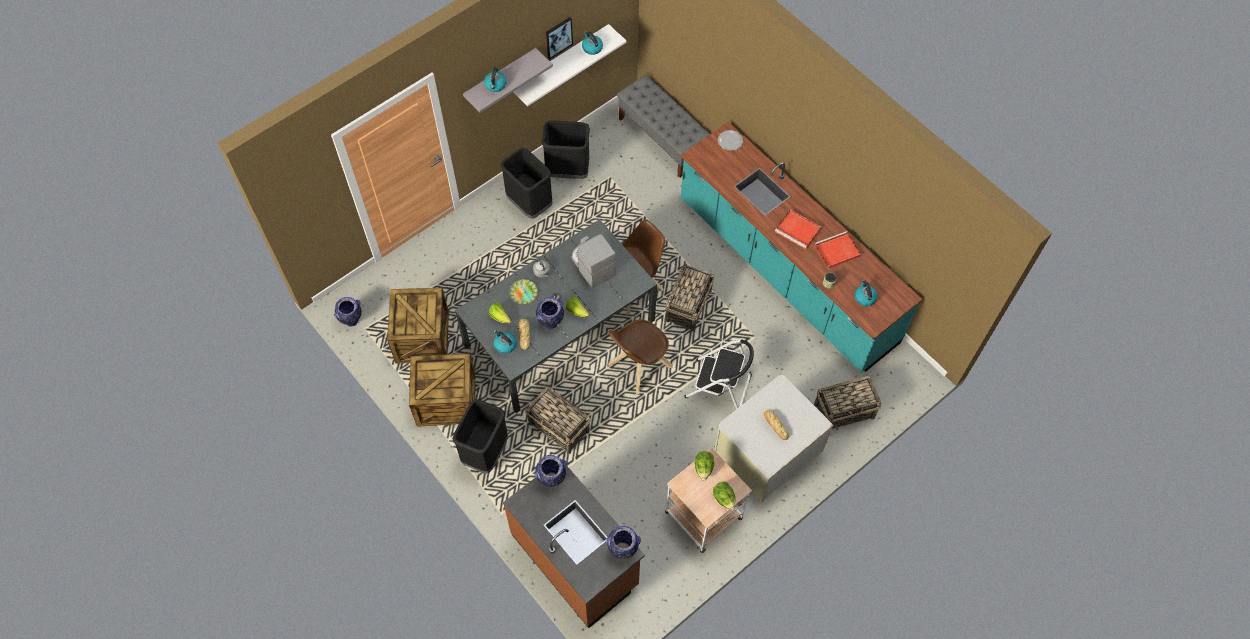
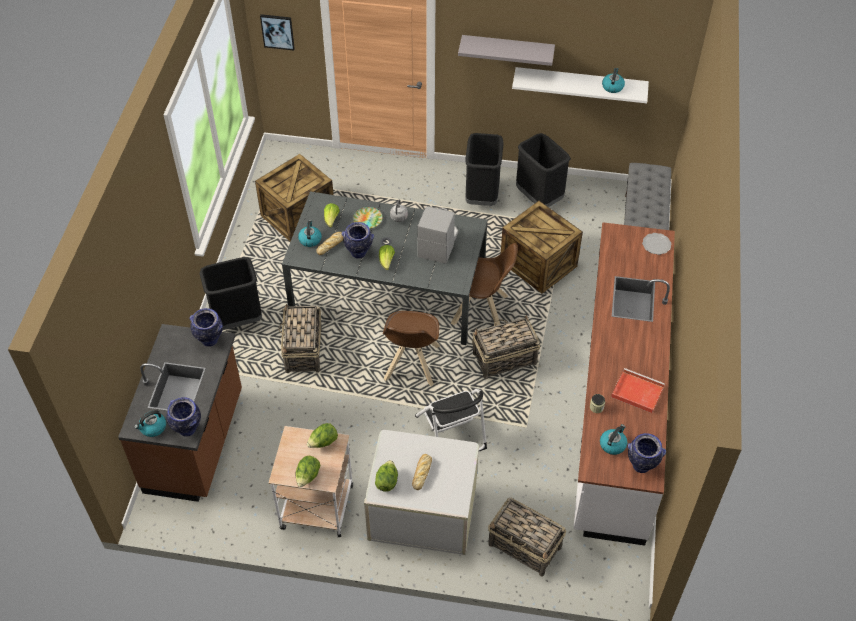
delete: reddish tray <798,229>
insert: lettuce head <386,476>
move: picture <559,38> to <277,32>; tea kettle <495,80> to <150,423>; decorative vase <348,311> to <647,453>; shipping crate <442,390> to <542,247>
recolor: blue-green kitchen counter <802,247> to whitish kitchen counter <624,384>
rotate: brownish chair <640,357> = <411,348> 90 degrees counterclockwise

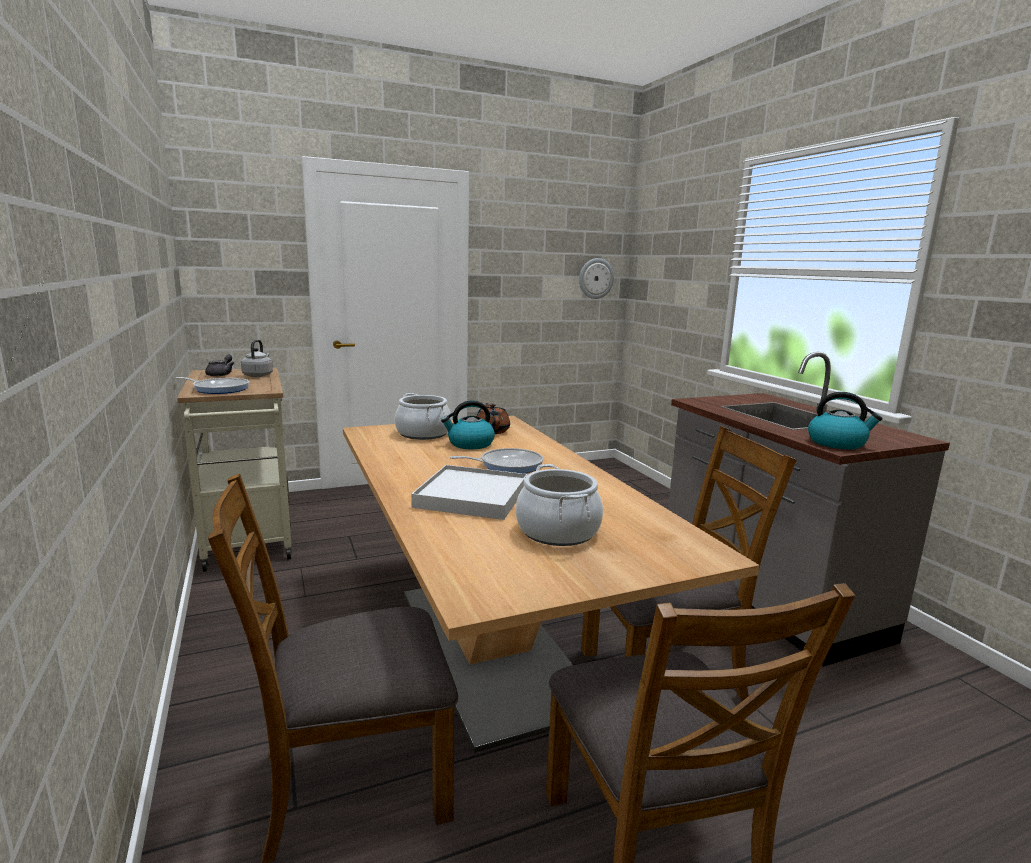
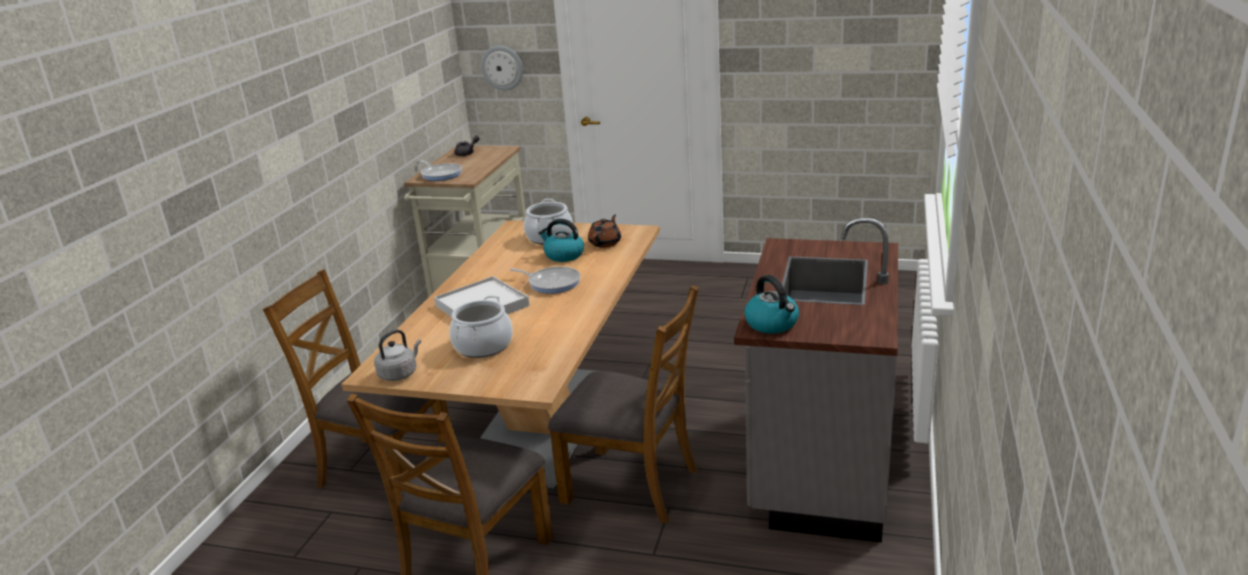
move: hanging clock <596,278> to <502,68>; gray tea kettle <257,358> to <397,355>

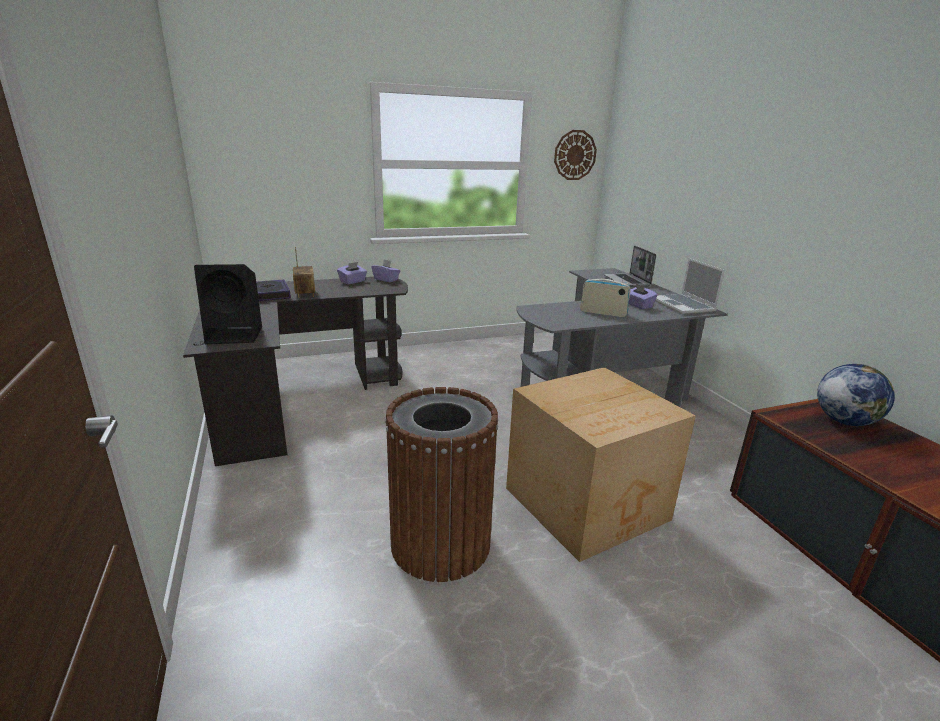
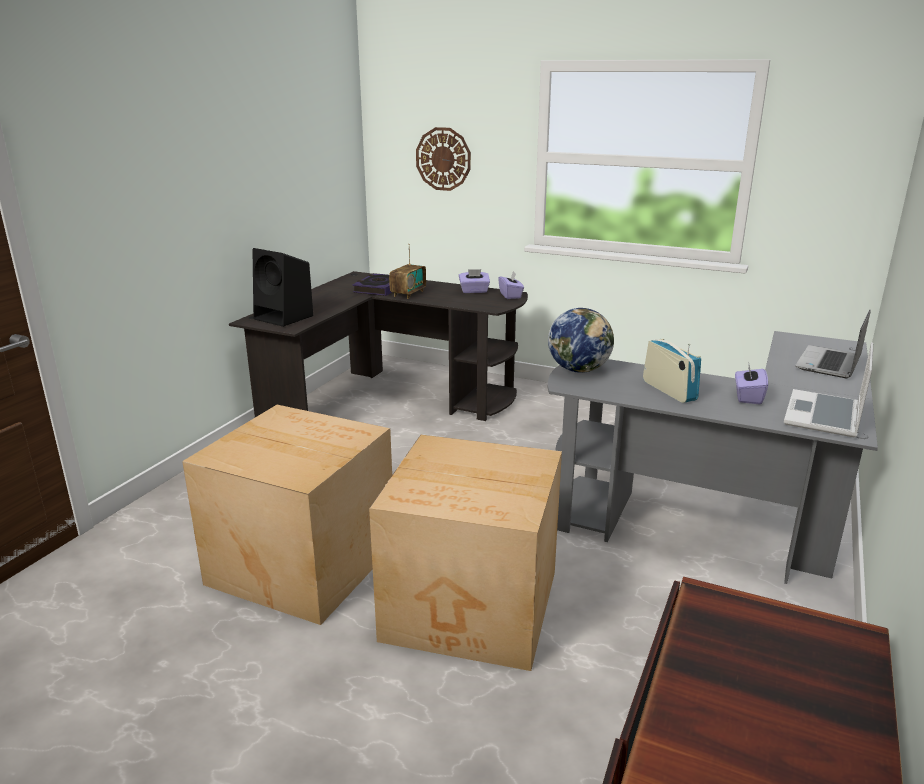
move: hanging clock <575,155> to <443,159>; globe <856,395> to <581,340>
replace: brownish trash can <441,484> to carton <287,515>

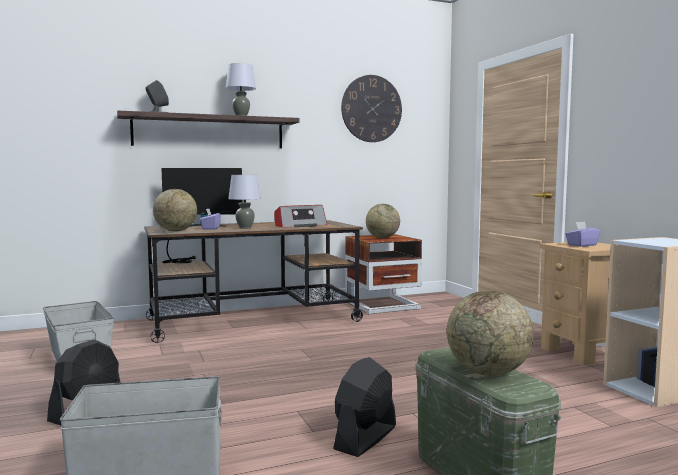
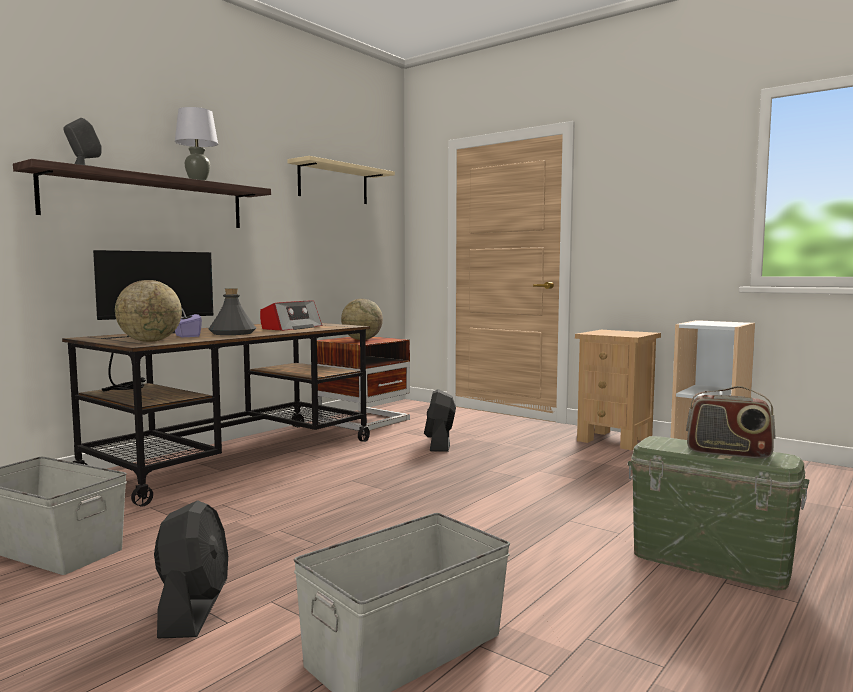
delete: purple tissue holder <582,234>
move: blackish electric fan <364,407> to <440,420>
replace: hanging clock <371,108> to beige-coloured wall shelf <341,180>; gray tabletop lamp <244,202> to gray bottle <232,311>; globe <490,333> to radio set <730,422>

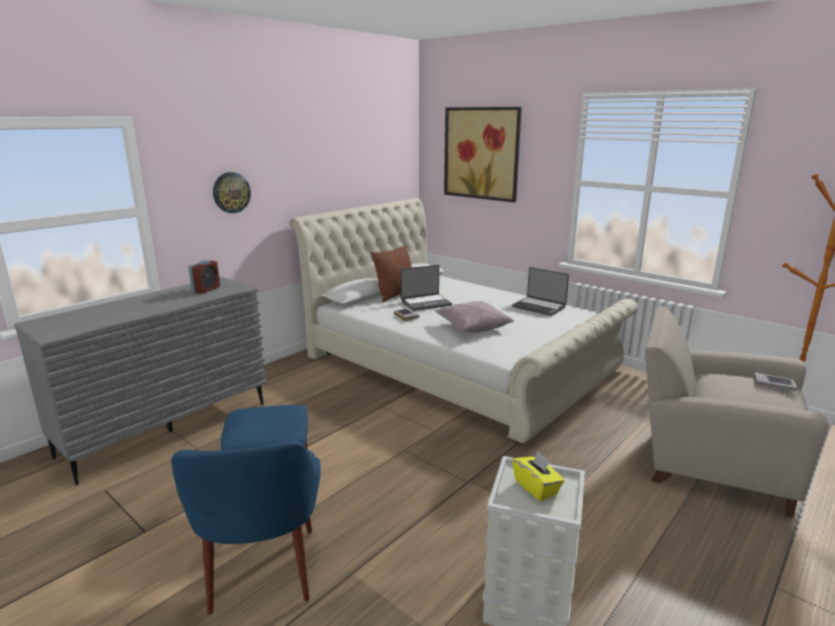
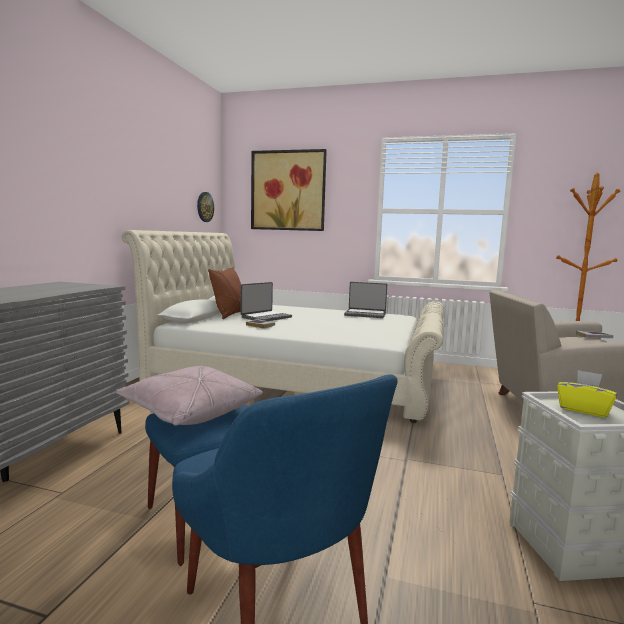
delete: bedside clock <204,277>
move: hanging clock <232,192> to <205,207>; purple pillow <474,317> to <189,395>

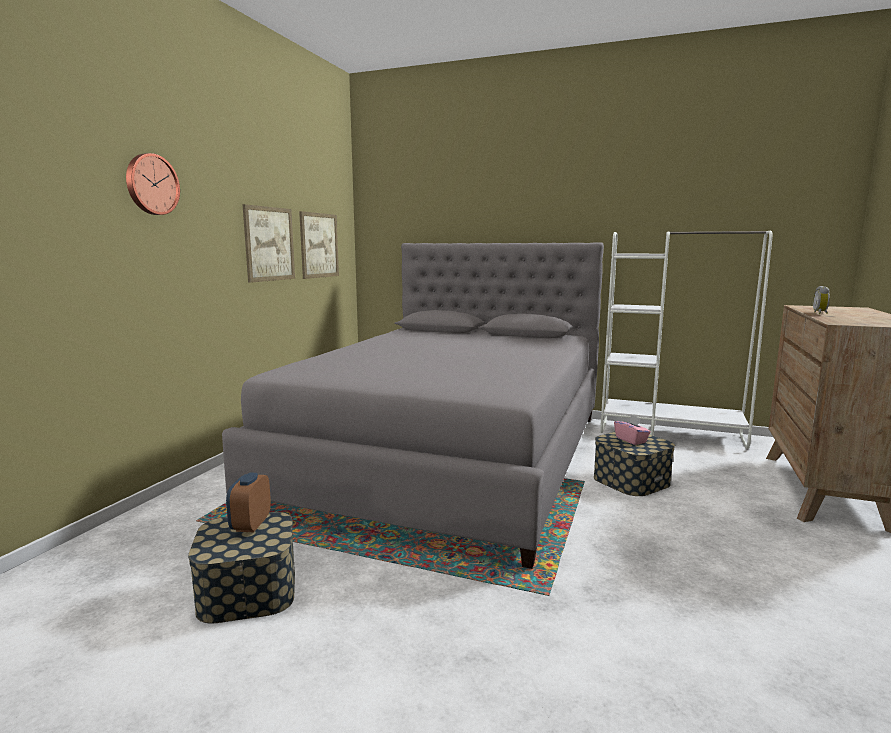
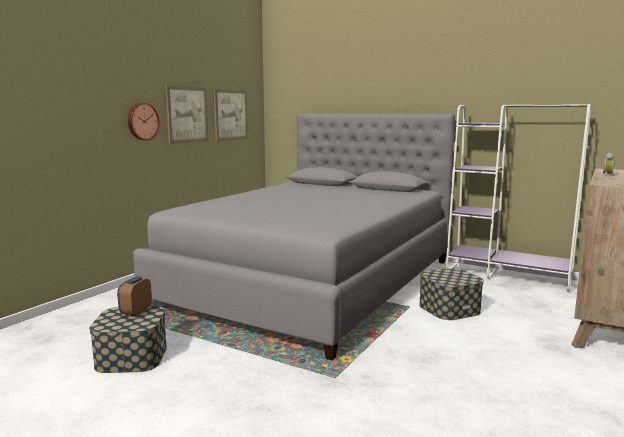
delete: pink tissue holder <632,430>
move: hanging clock <153,184> to <144,121>
recolor: whitish clothes rack <686,340> to purple clothes rack <518,198>

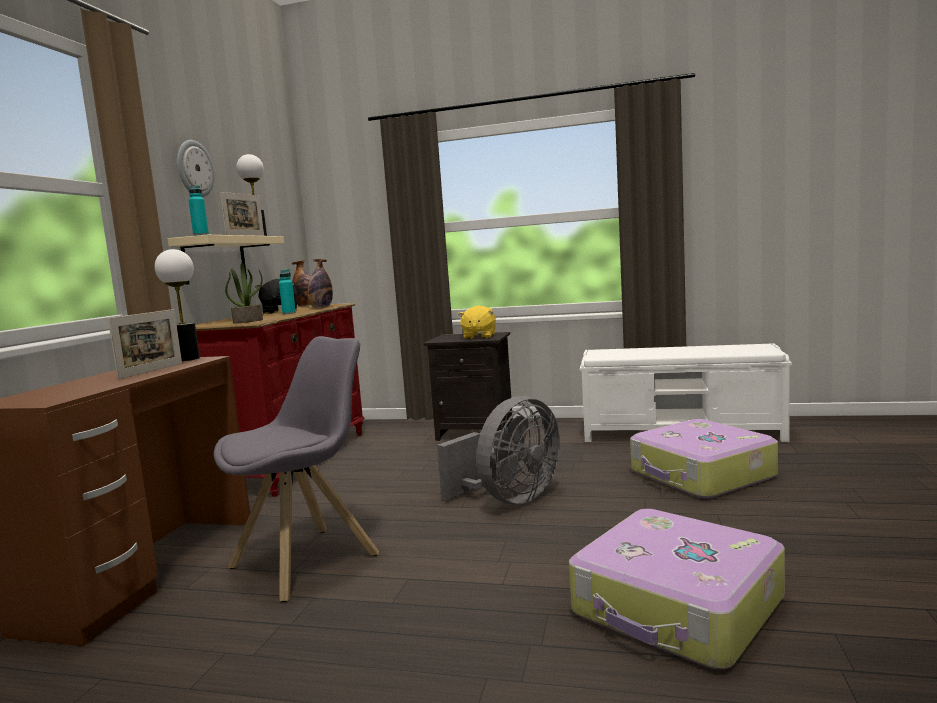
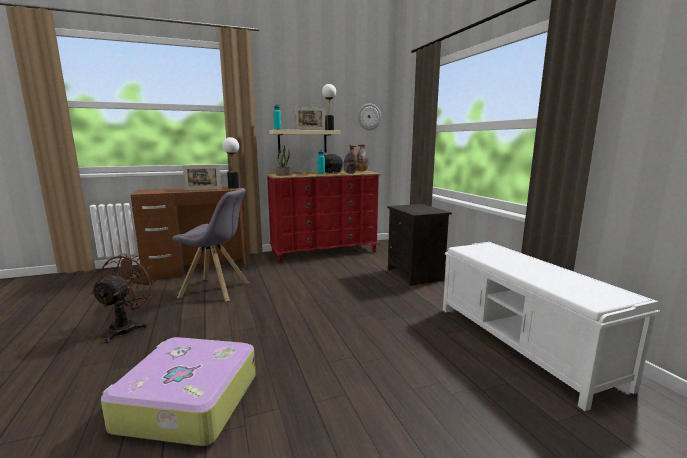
delete: yellow-coloured plush toy <477,322>; gray electric fan <498,450>; travel case <704,459>
insert: brownish electric fan <124,298>
move: hanging clock <196,168> to <369,116>

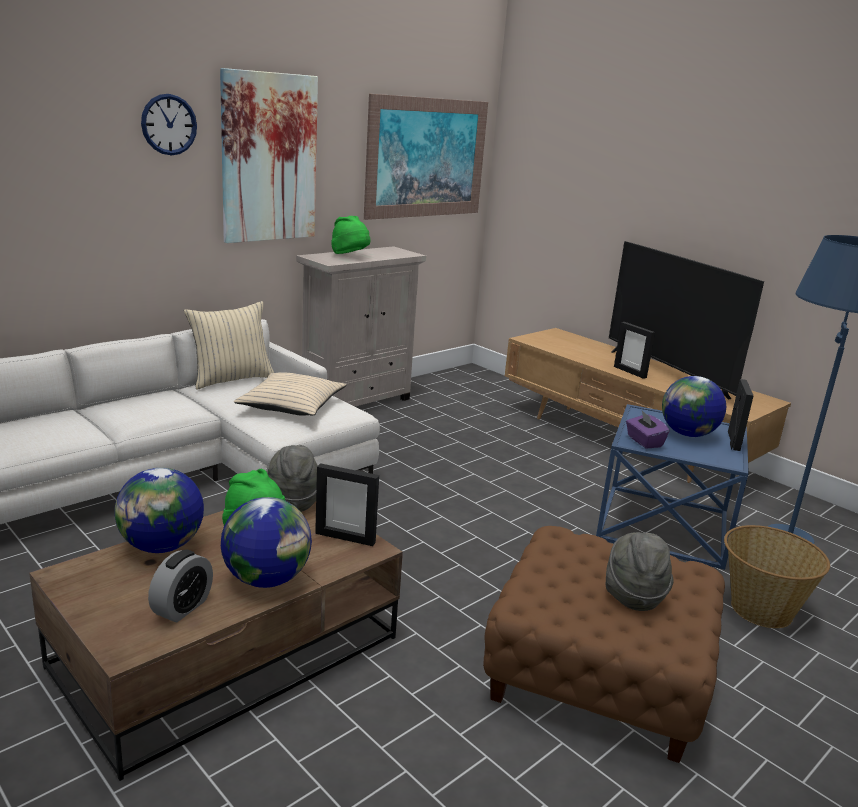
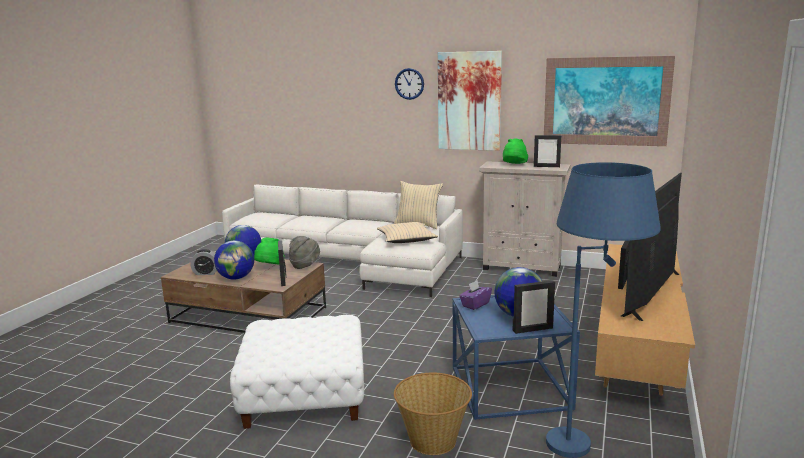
delete: gray hat <639,571>
insert: standing frame <547,151>
recolor: brownish footrest <604,644> to whitish footrest <297,372>

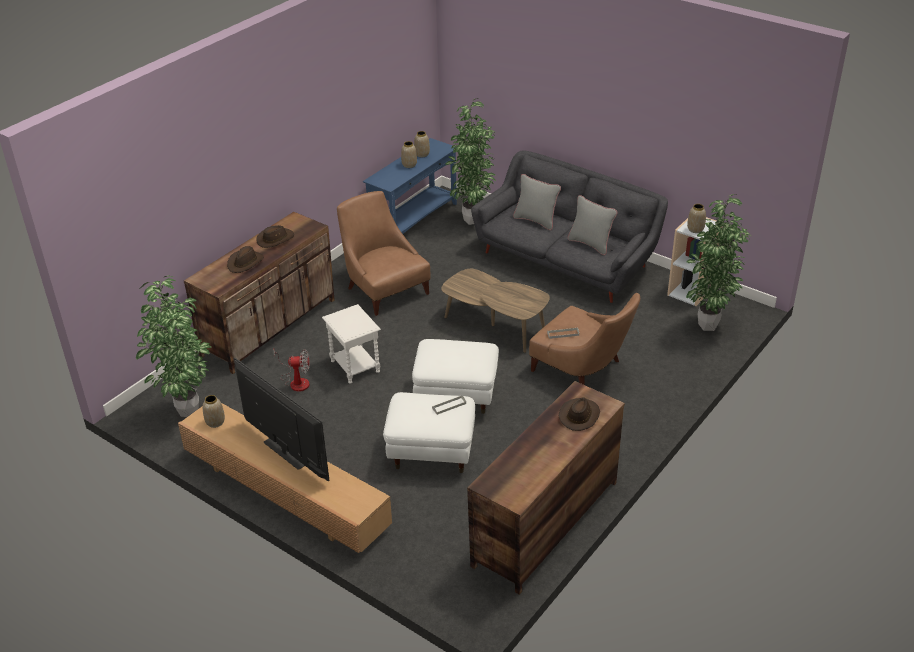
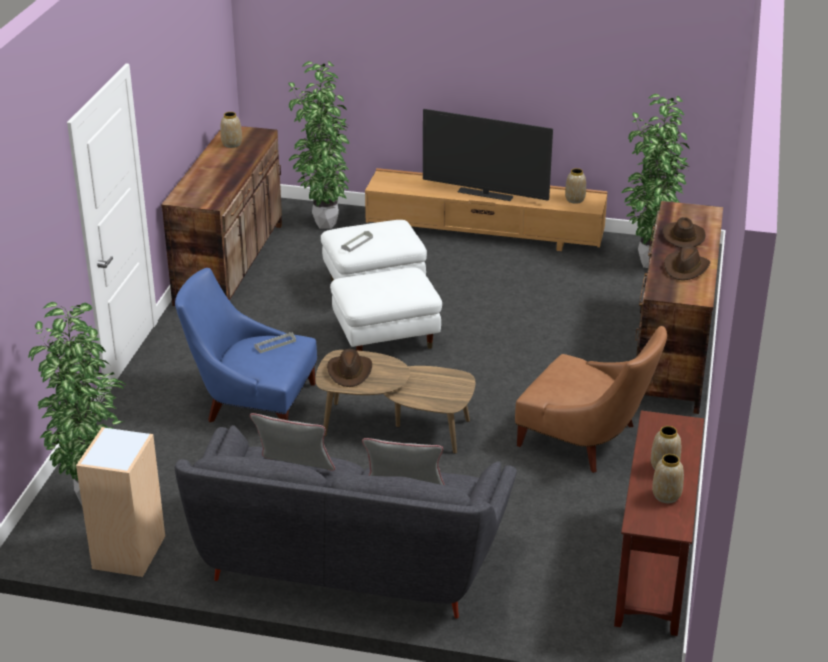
delete: whitish accent table <351,343>; electric fan <291,370>
move: plant in a pot <470,161> to <318,145>; decorative vase <696,218> to <231,130>; brownish hat <579,414> to <349,368>
recolor: blue-coloured hall table <410,186> to brownish hall table <659,523>; brownish lounge chair <584,339> to blue-coloured lounge chair <246,345>

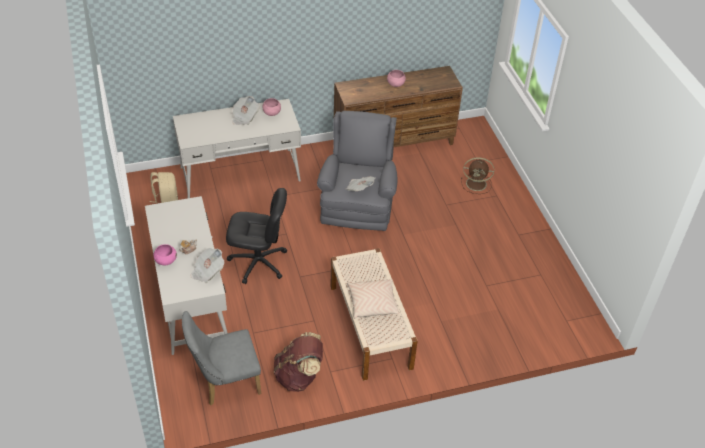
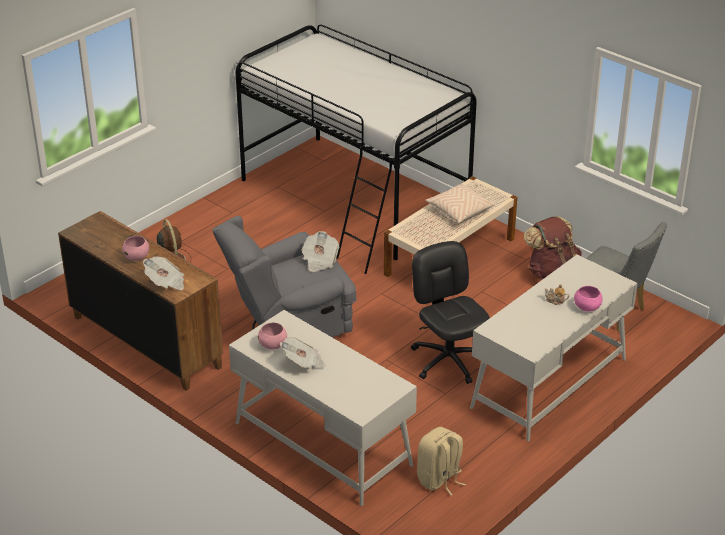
insert: blackish sleeping bed <356,149>
move: daily paper <207,265> to <163,273>

